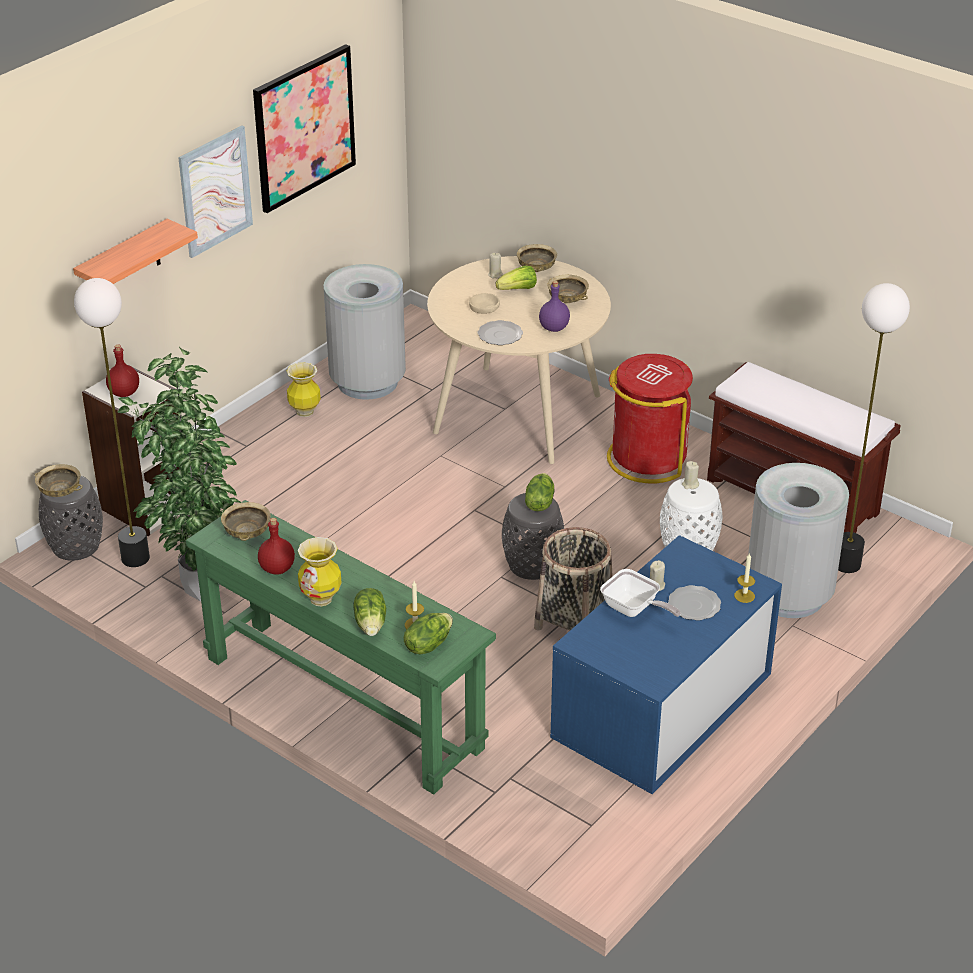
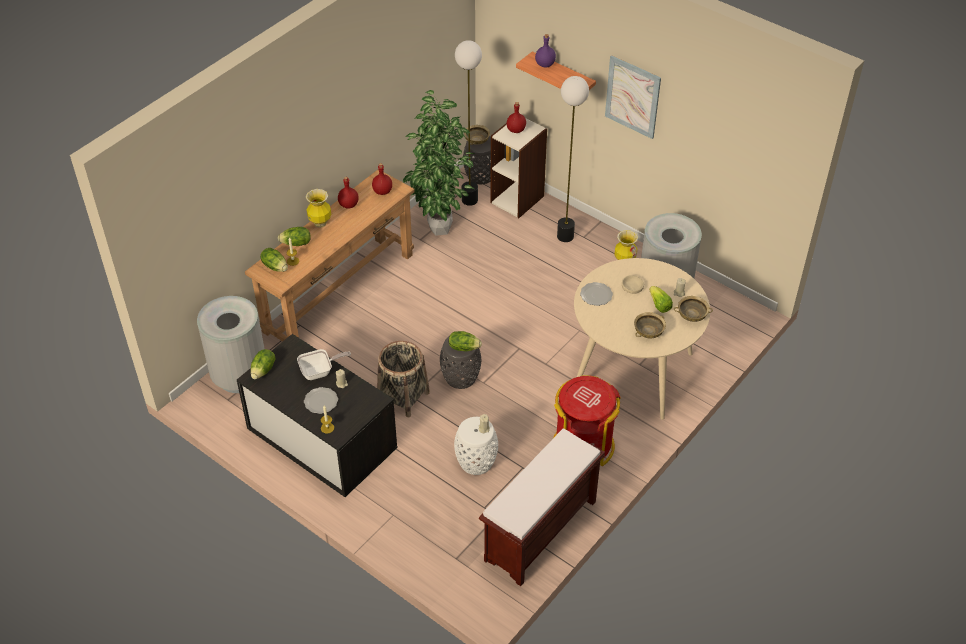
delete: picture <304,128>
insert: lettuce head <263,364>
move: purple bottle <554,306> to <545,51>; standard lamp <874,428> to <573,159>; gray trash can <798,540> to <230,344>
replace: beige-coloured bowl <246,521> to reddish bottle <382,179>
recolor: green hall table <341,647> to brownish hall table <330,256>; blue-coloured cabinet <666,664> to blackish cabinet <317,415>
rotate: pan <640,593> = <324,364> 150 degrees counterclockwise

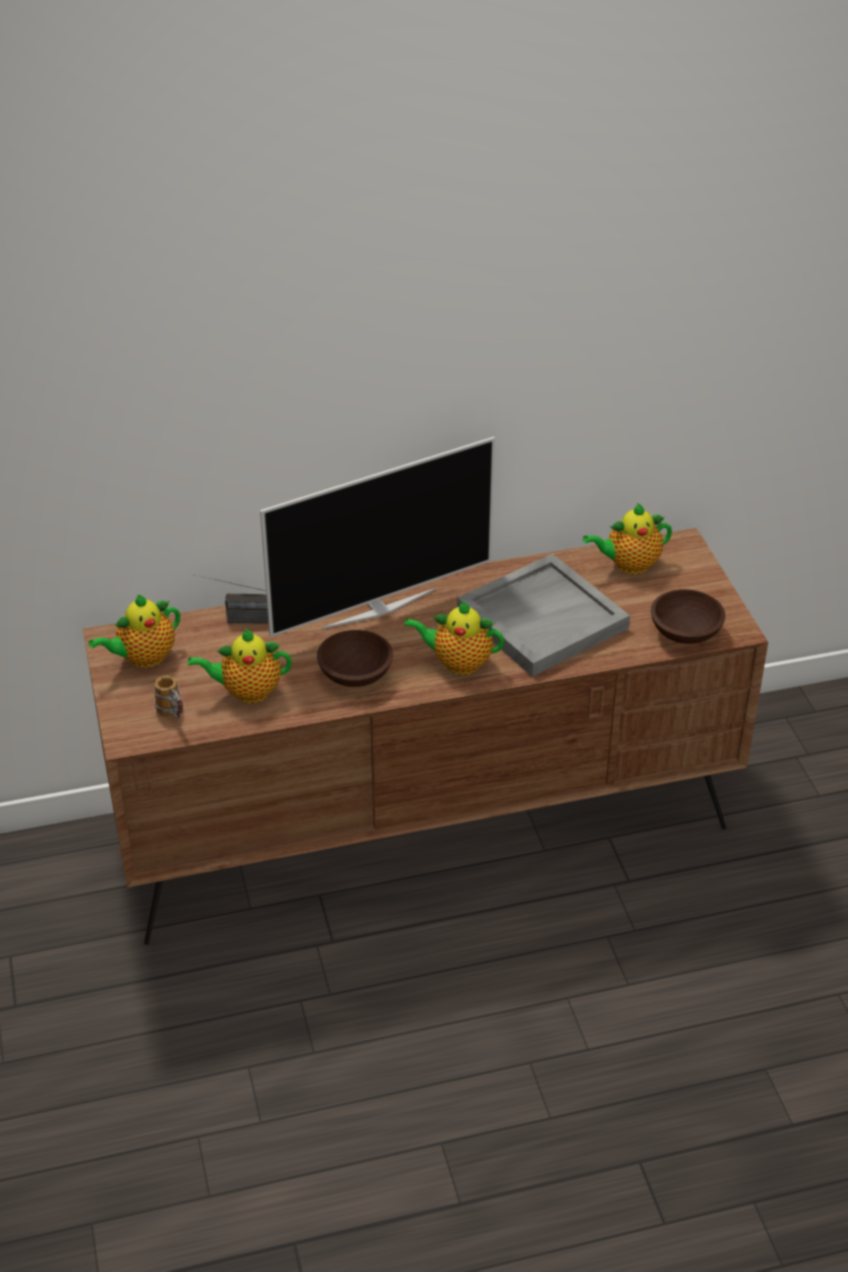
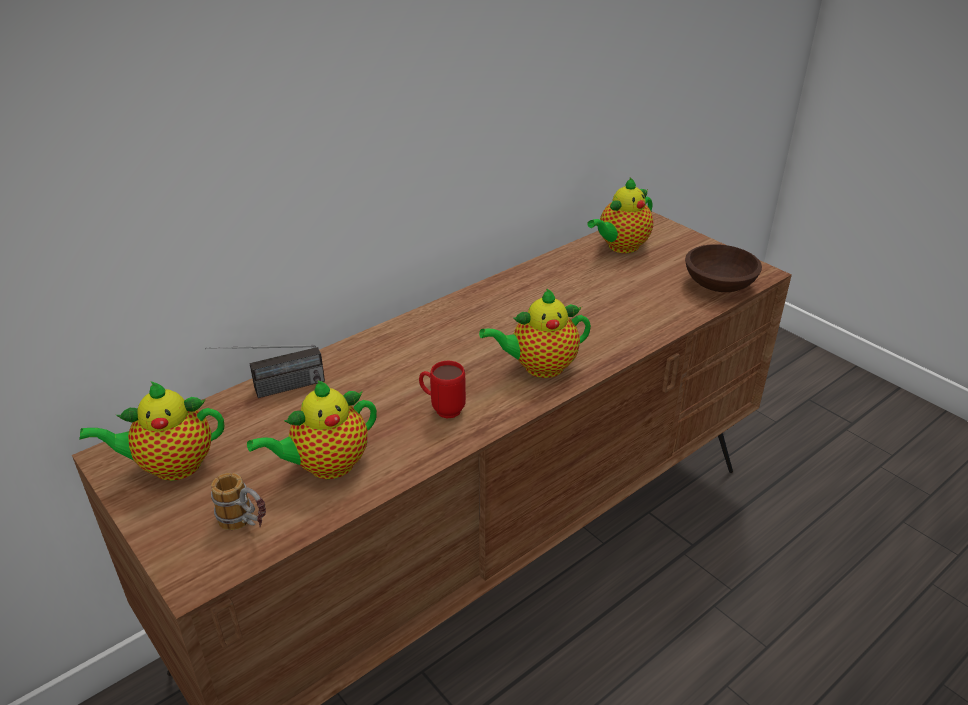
delete: TV set <377,537>; gray tray <543,615>
replace: brownish bowl <355,658> to reddish tea mug <442,390>
rotate: tea pot <134,631> = <151,431> 45 degrees clockwise

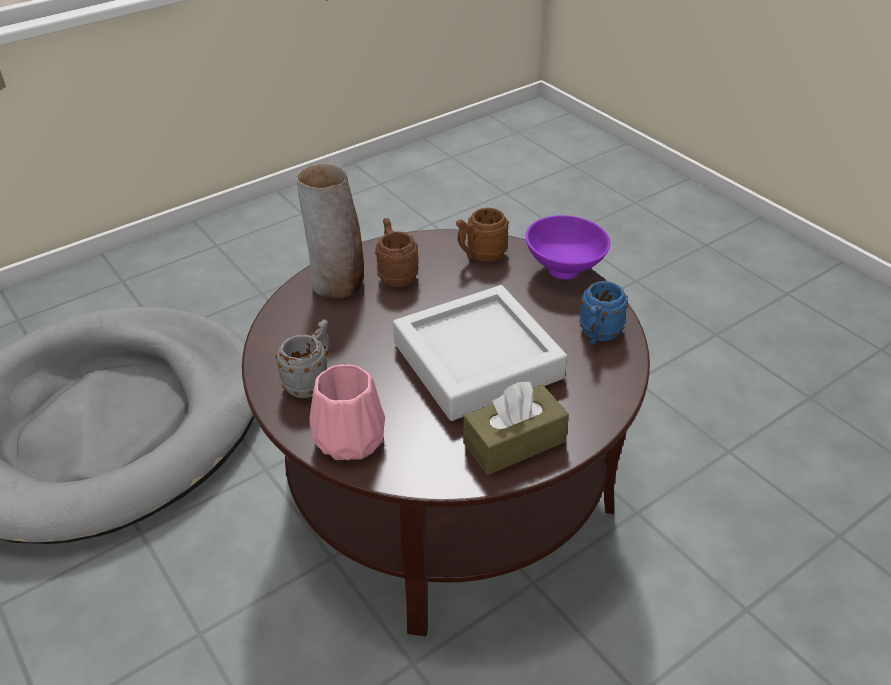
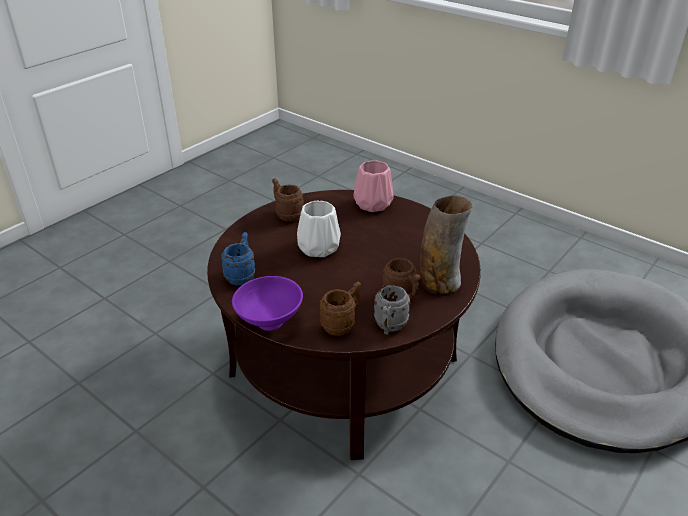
move: gray tea mug <302,358> to <392,310>
replace: gray tray <480,353> to whitish decorative vase <319,229>; brownish tissue holder <516,428> to brownish tea mug <288,199>

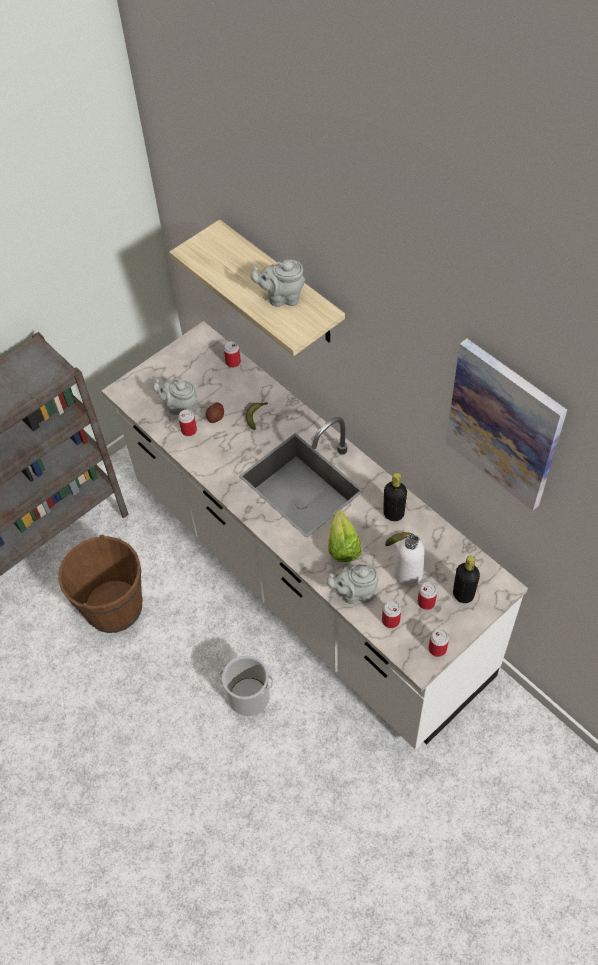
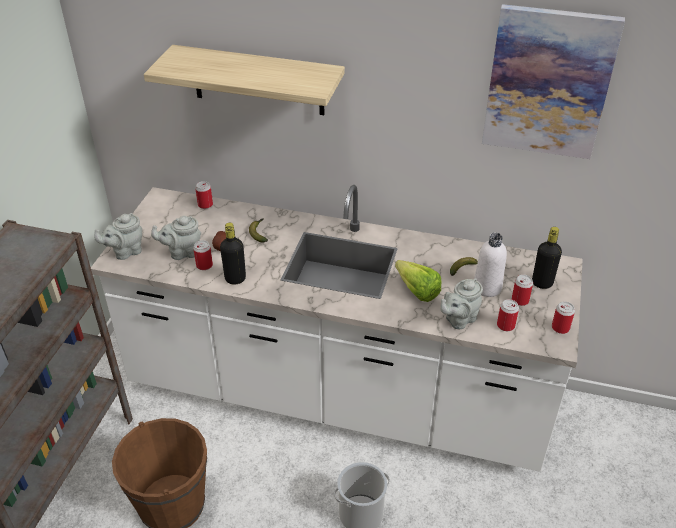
move: gray tea pot <278,283> to <118,236>; blackish bottle <395,497> to <233,253>

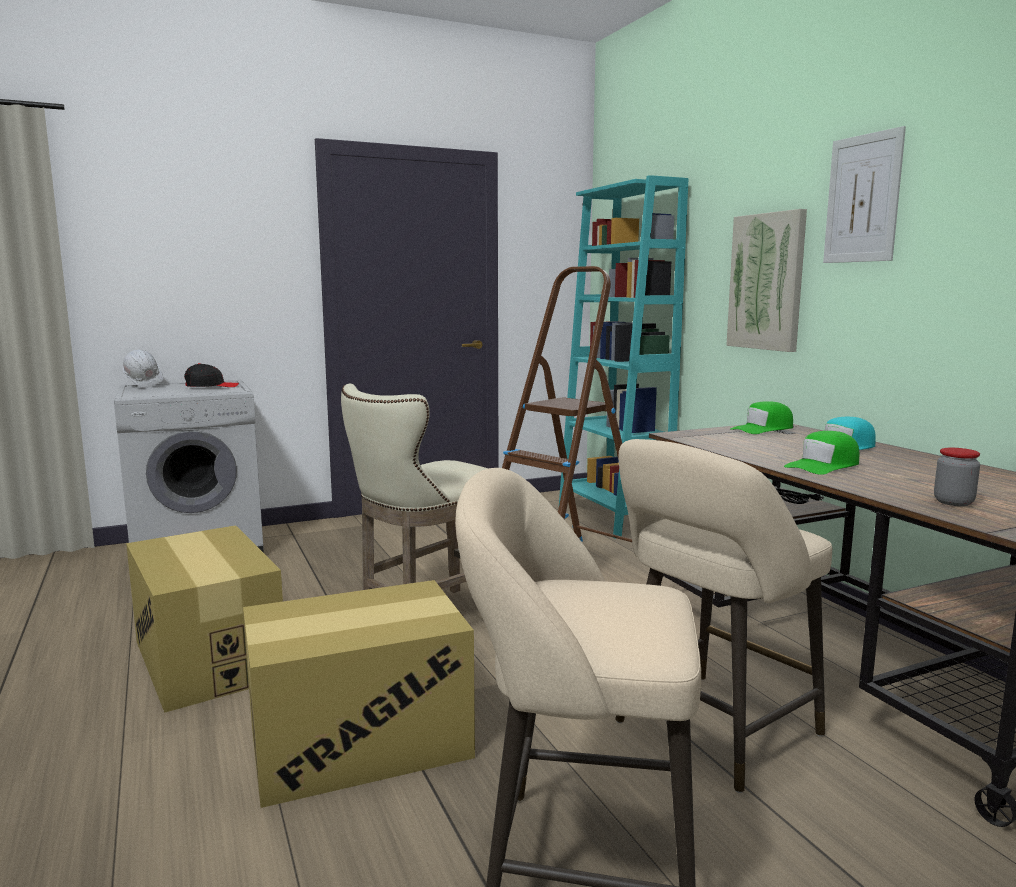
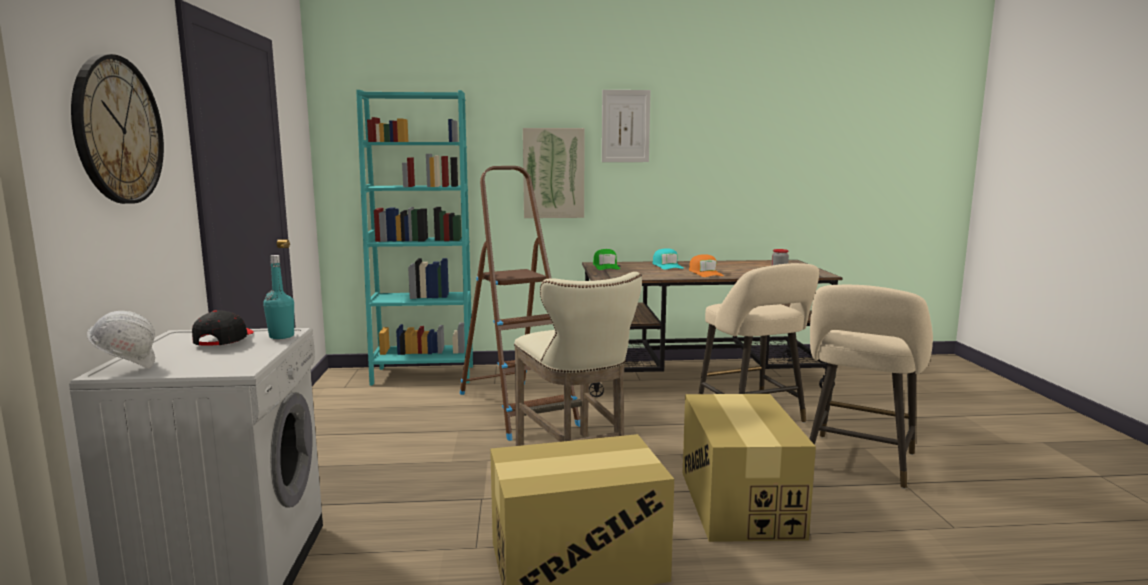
insert: hanging clock <117,129>; blue-green bottle <278,297>
recolor: green cap <821,453> to orange-coloured cap <706,265>

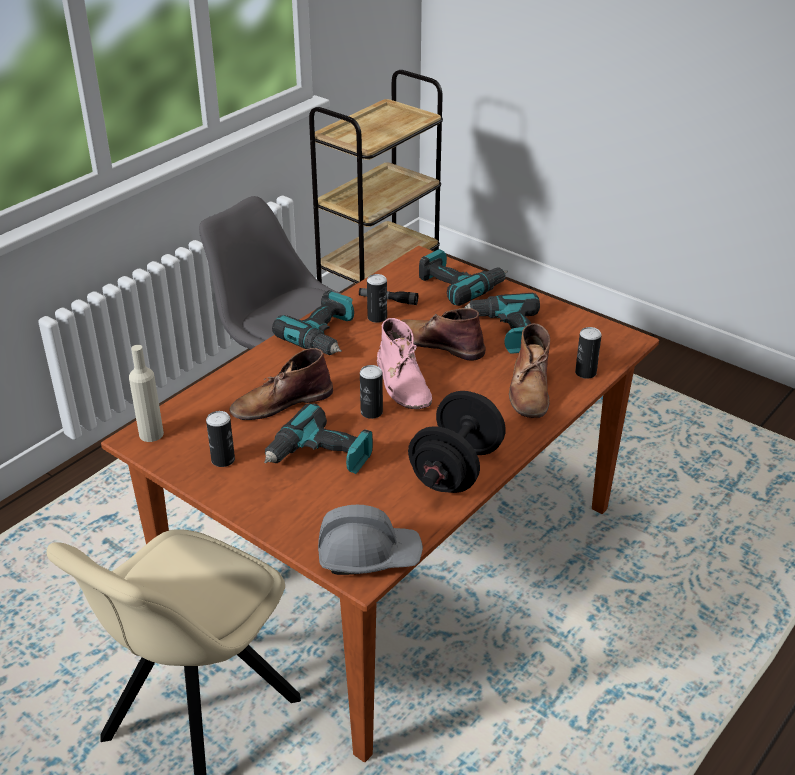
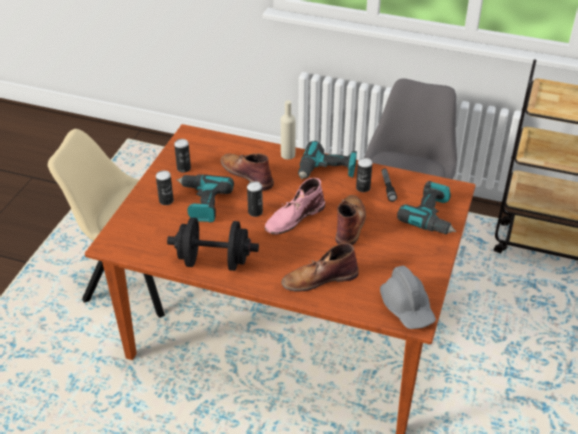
delete: electric drill <502,323>
move: sealed can <588,353> to <165,187>; beige-coloured bottle <146,393> to <288,129>; gray work helmet <370,540> to <408,297>

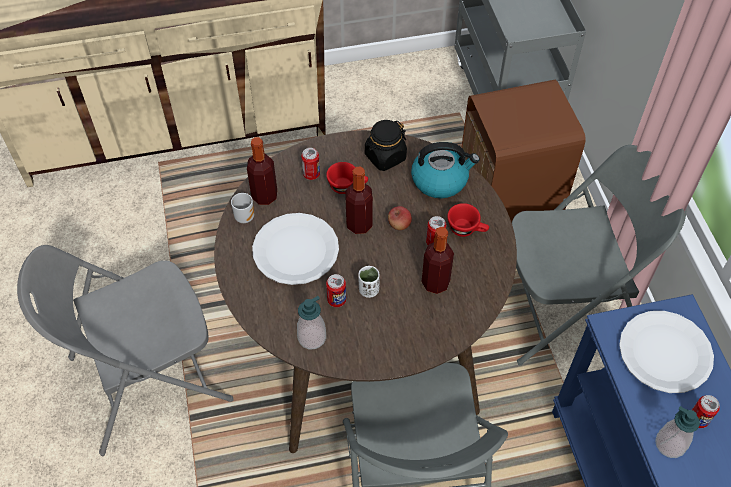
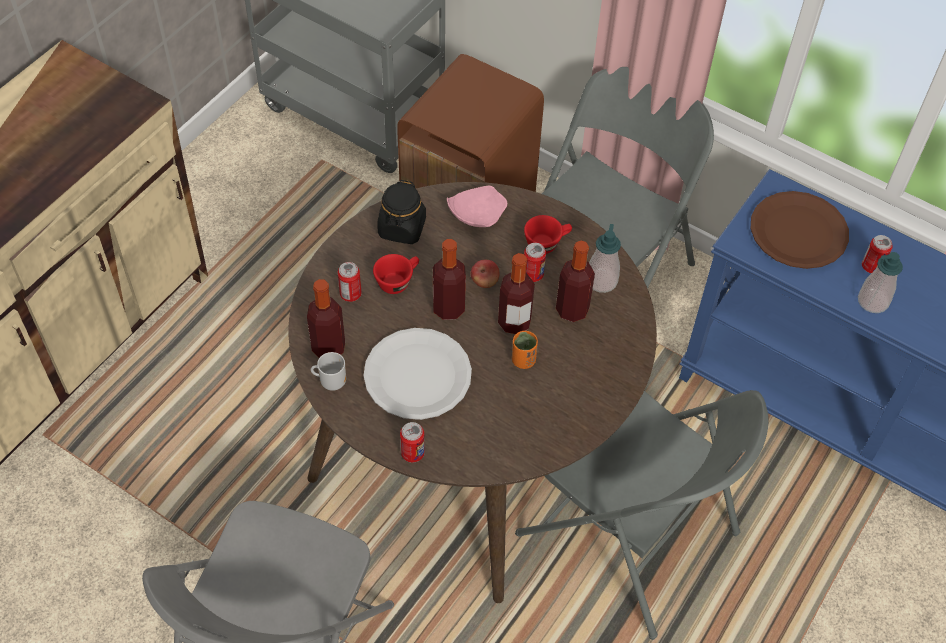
insert: bottle <516,293>
move: sealed can <336,290> to <412,442>; soap dispenser <311,322> to <605,258>
replace: tea kettle <445,170> to pink flat dish <477,206>
recolor: whitish drinking cup <368,282> to orange-coloured drinking cup <525,350>; whitish flat dish <666,352> to brownish flat dish <799,230>

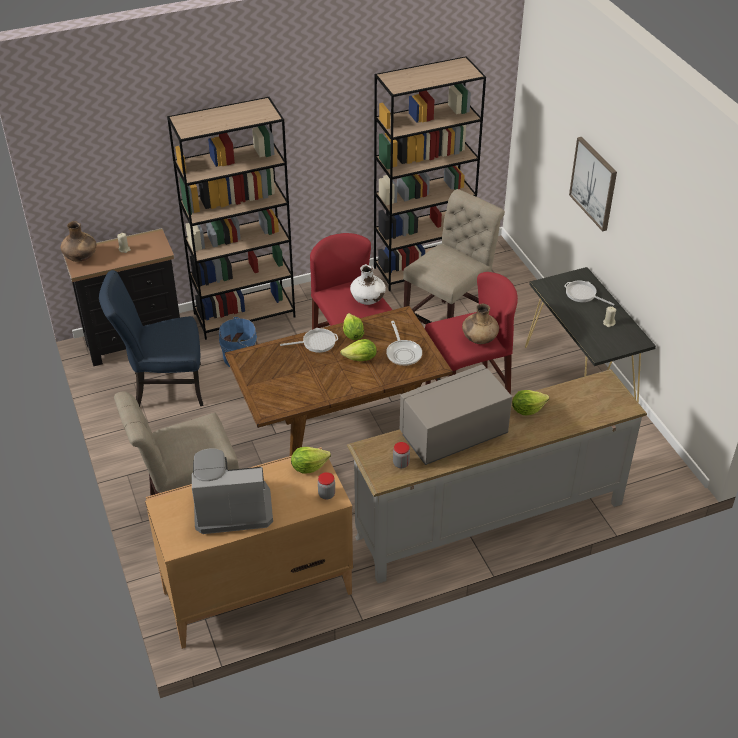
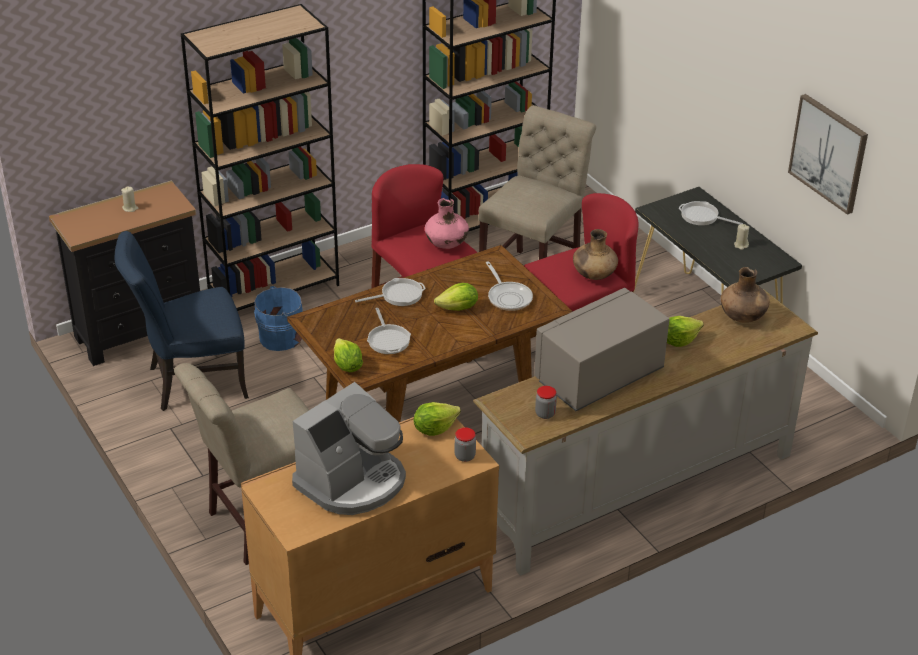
insert: pan <389,331>
move: picture <593,184> to <828,154>; brownish decorative vase <78,241> to <745,295>; lettuce head <353,326> to <348,355>
recolor: whitish decorative vase <368,284> to pink decorative vase <447,223>
rotate: coffee machine <232,491> = <349,448> 150 degrees clockwise

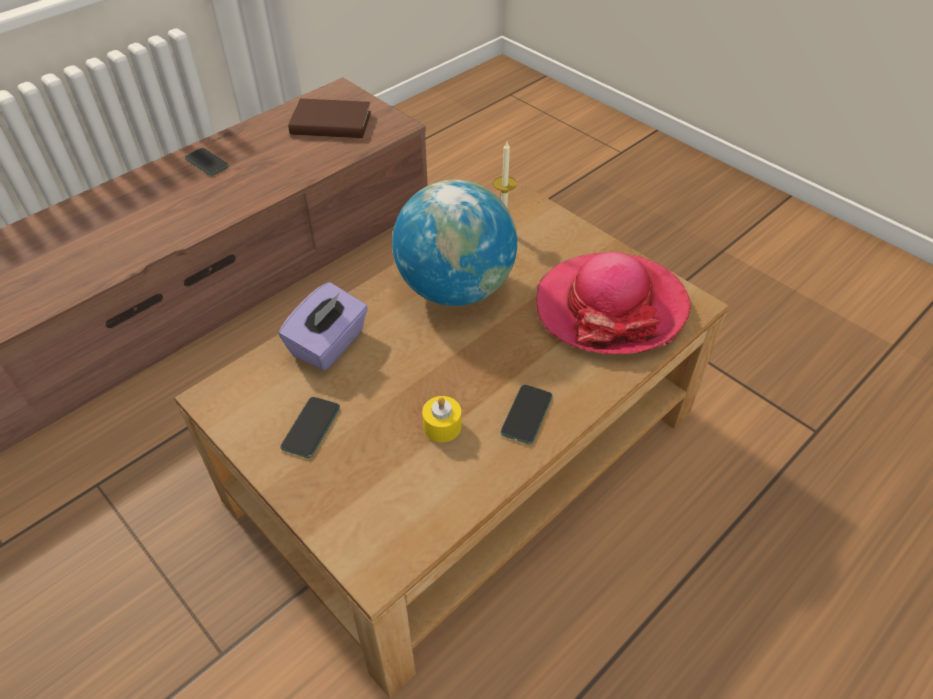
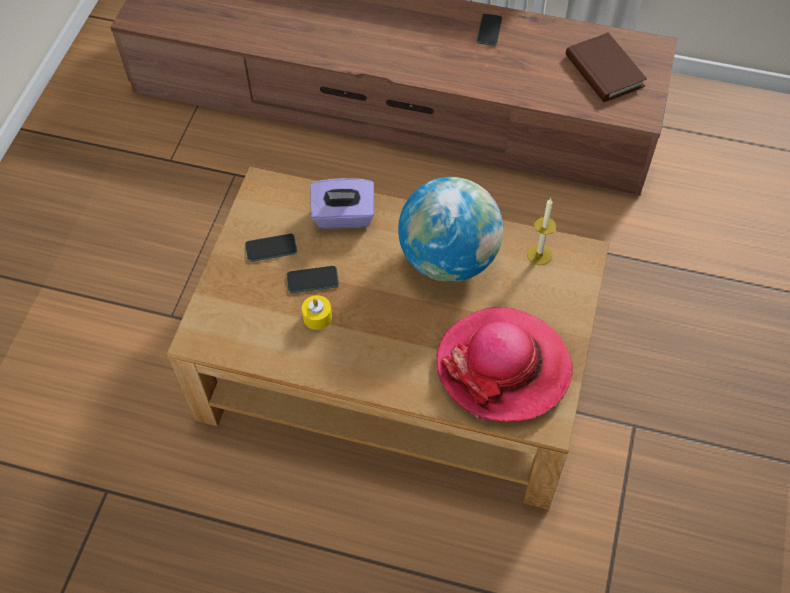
move: telephone <526,414> to <312,279>

